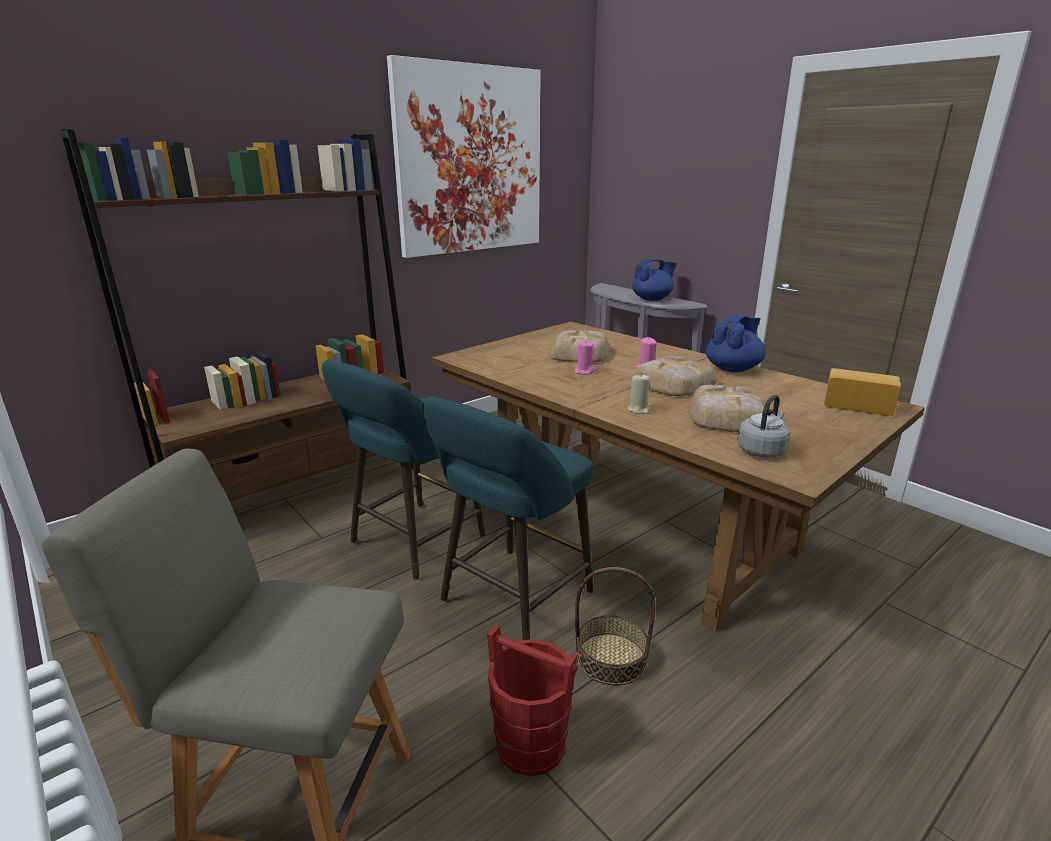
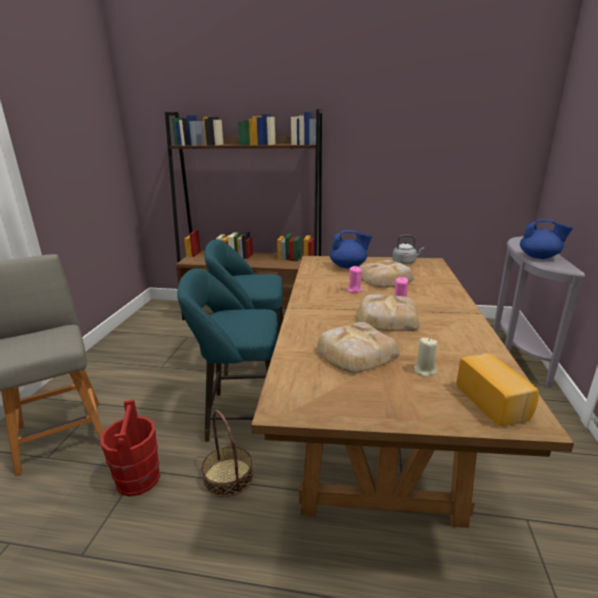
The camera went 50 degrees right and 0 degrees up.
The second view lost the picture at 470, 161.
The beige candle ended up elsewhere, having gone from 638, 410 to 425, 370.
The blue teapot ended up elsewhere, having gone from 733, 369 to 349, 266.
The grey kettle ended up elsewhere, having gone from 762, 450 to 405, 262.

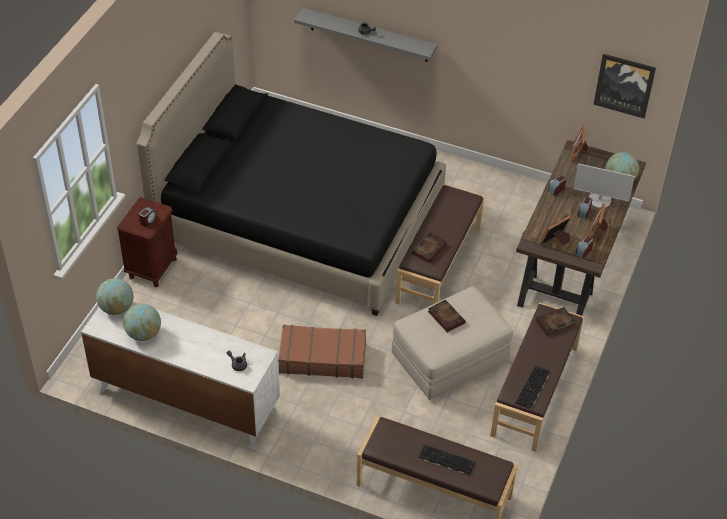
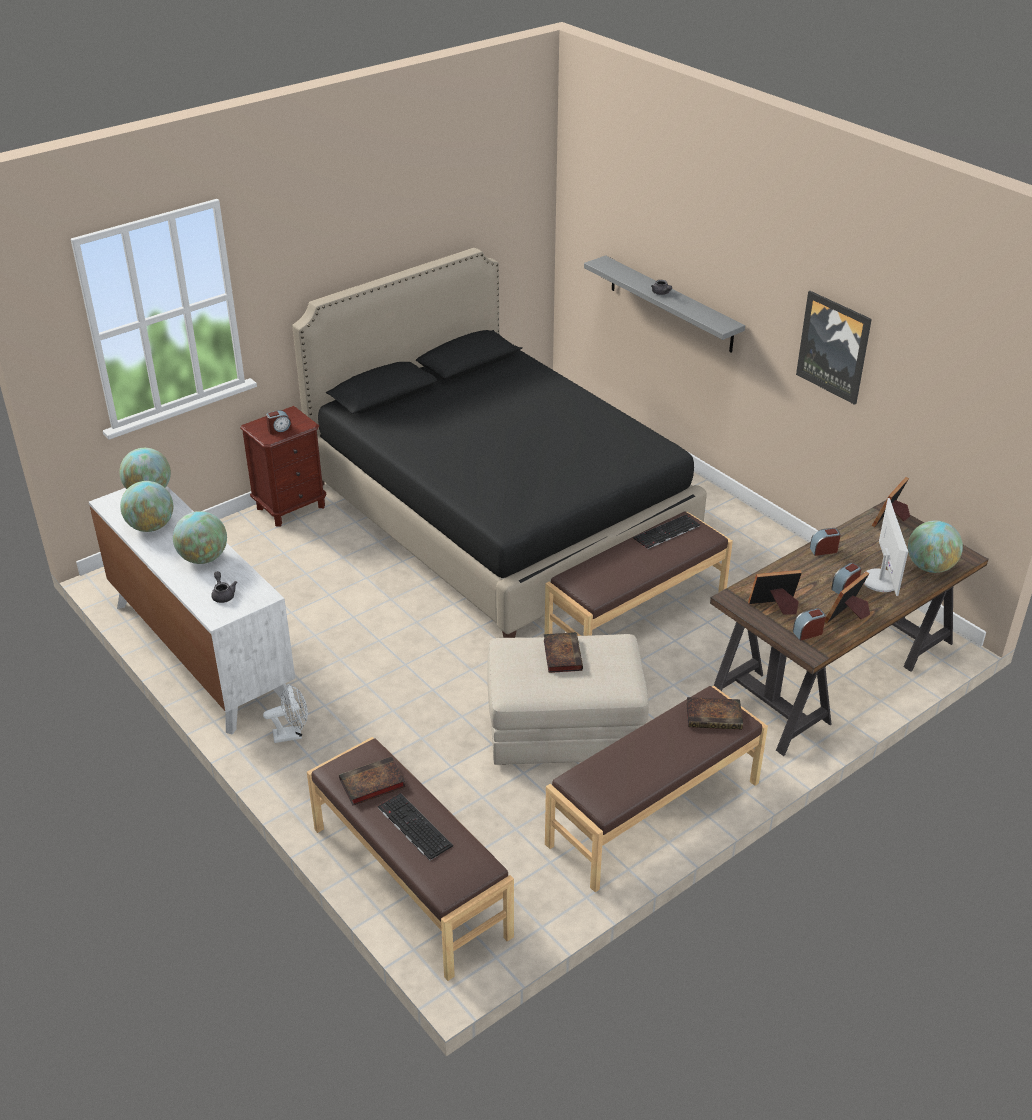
The camera went 30 degrees right and 10 degrees down.
The second view lost the brown suitcase at 322, 357.
The second view gained the globe at 203, 558.
The second view gained the white fan at 292, 734.
The book ended up elsewhere, having gone from 429, 250 to 371, 784.
The keyboard ended up elsewhere, having gone from 533, 388 to 666, 533.
The picture ended up elsewhere, having gone from 624, 85 to 834, 347.
The monitor at 600, 200 ended up facing another way, 135 degrees counterclockwise from before.

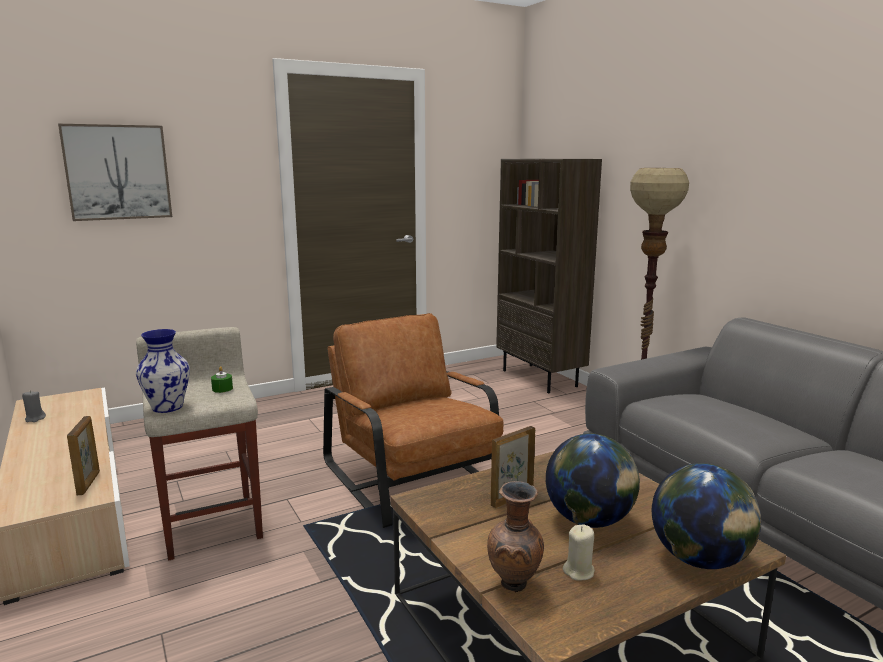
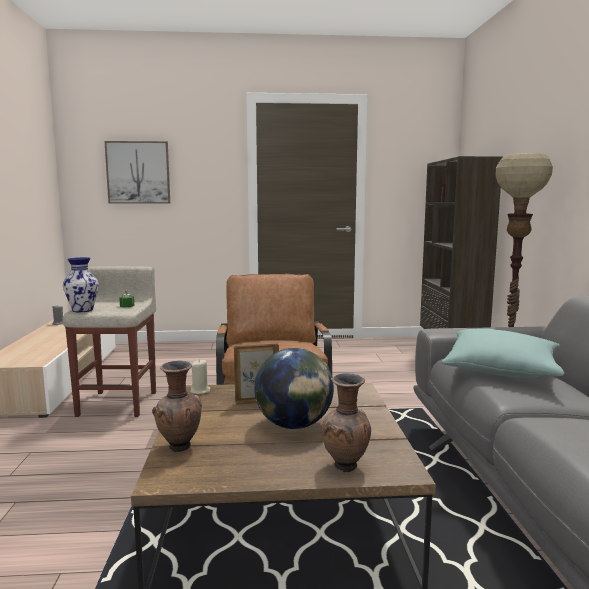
The camera went 25 degrees right and 5 degrees down.
The second view lost the picture frame at 89, 483.
The second view gained the turquoise pillow at 501, 370.
The beige candle ended up elsewhere, having gone from 579, 571 to 200, 391.
Where the globe stood at 699, 560, the brown vase came to stand at 346, 468.

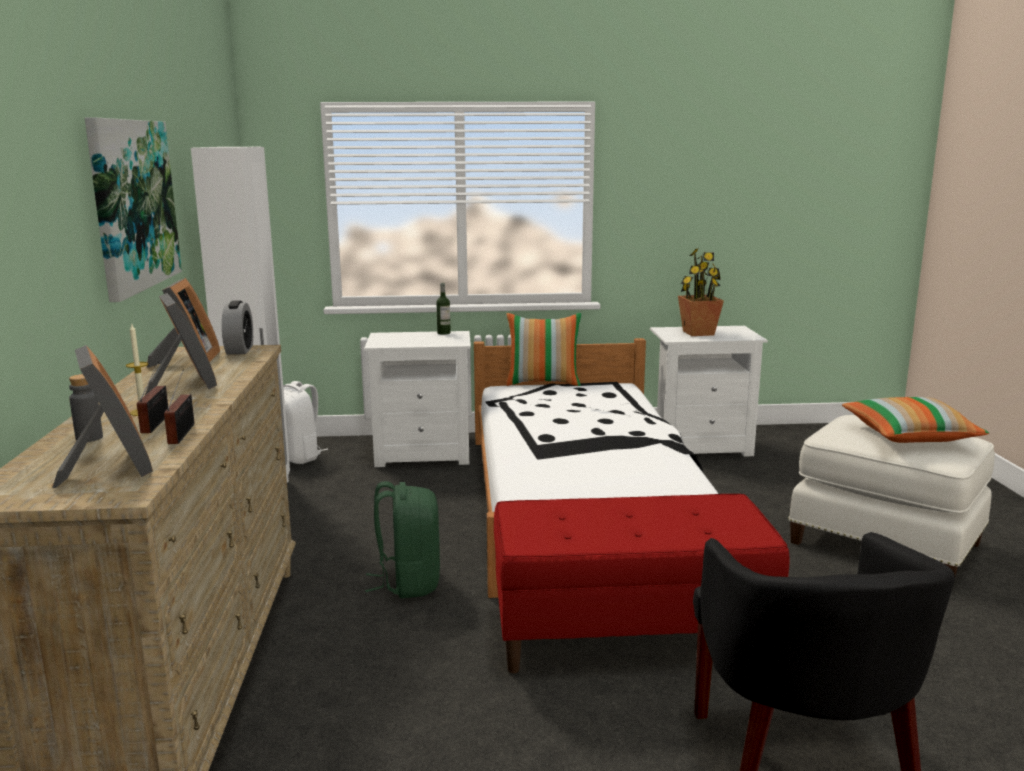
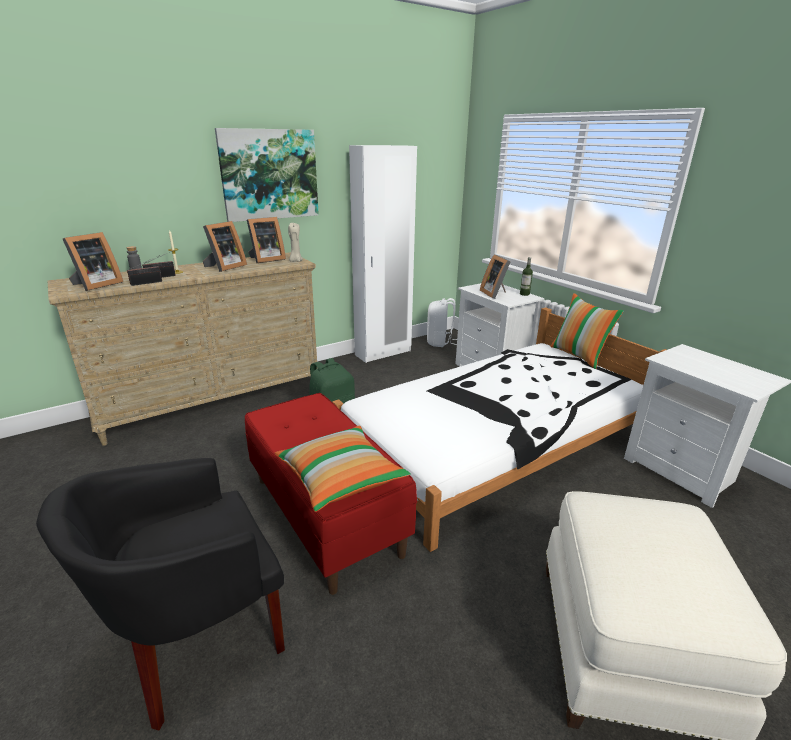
The camera went 60 degrees right and 10 degrees up.
The second view lost the potted plant at 698, 333.
The second view gained the picture frame at 495, 294.
The pillow ended up elsewhere, having gone from 909, 436 to 341, 478.
Where the alarm clock stood at 239, 350, the beige candle came to stand at 295, 261.

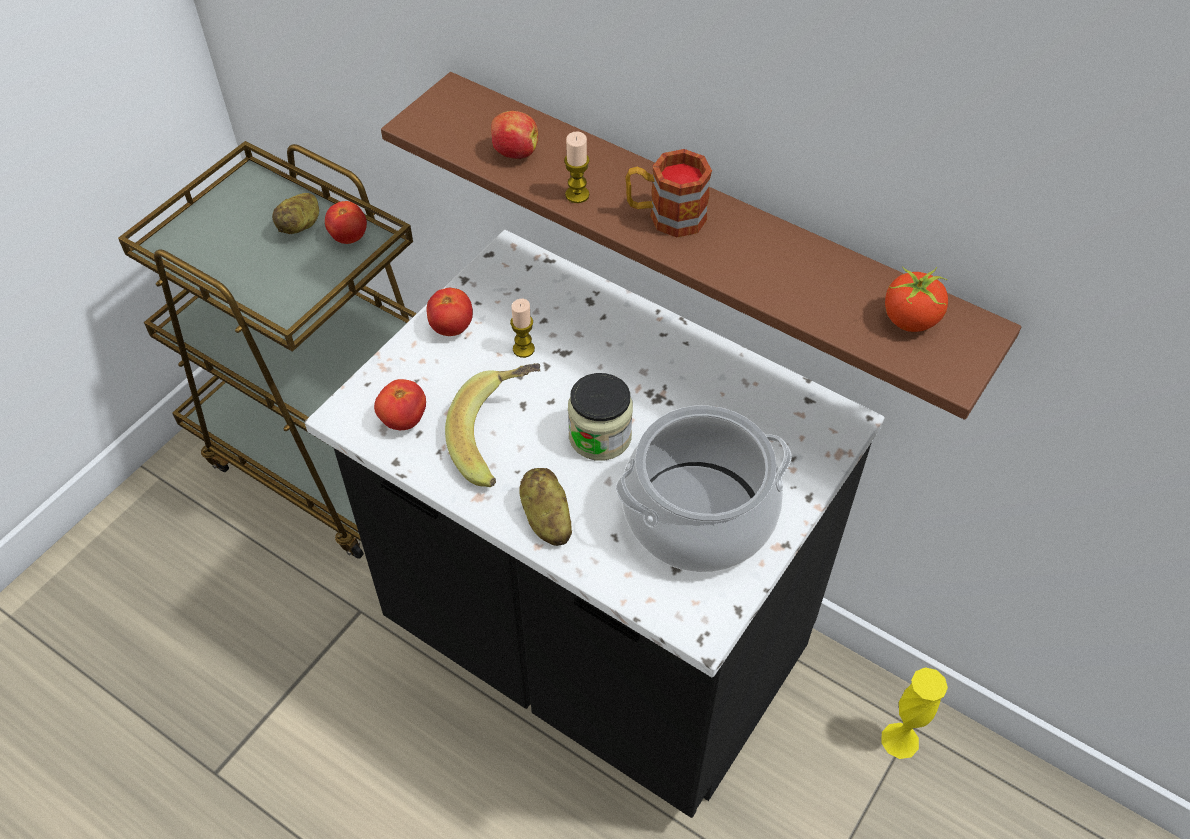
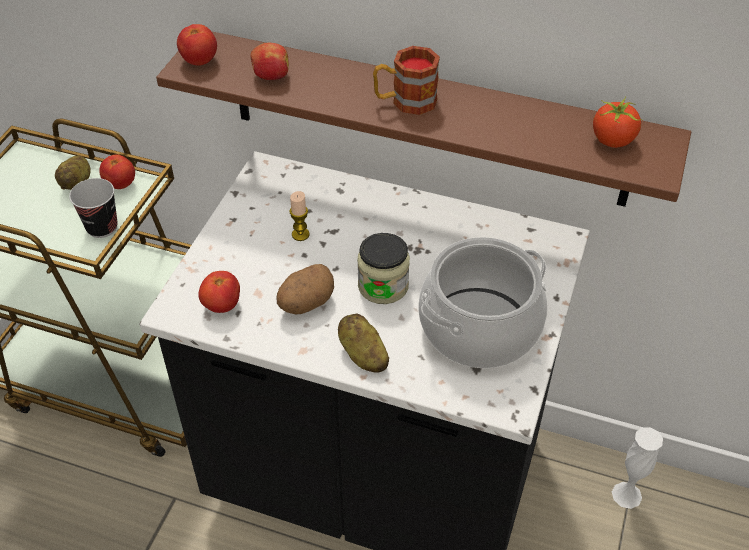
The camera went 15 degrees left and 5 degrees down.
The second view lost the candle at 577, 195.
The second view gained the cup at 102, 227.
The tomato ended up elsewhere, having gone from 451, 327 to 199, 61.
Where the banana stood at 501, 438, the potato came to stand at 305, 303.
What was the yellow vase at 900, 740 turned into the white vase at 626, 495.

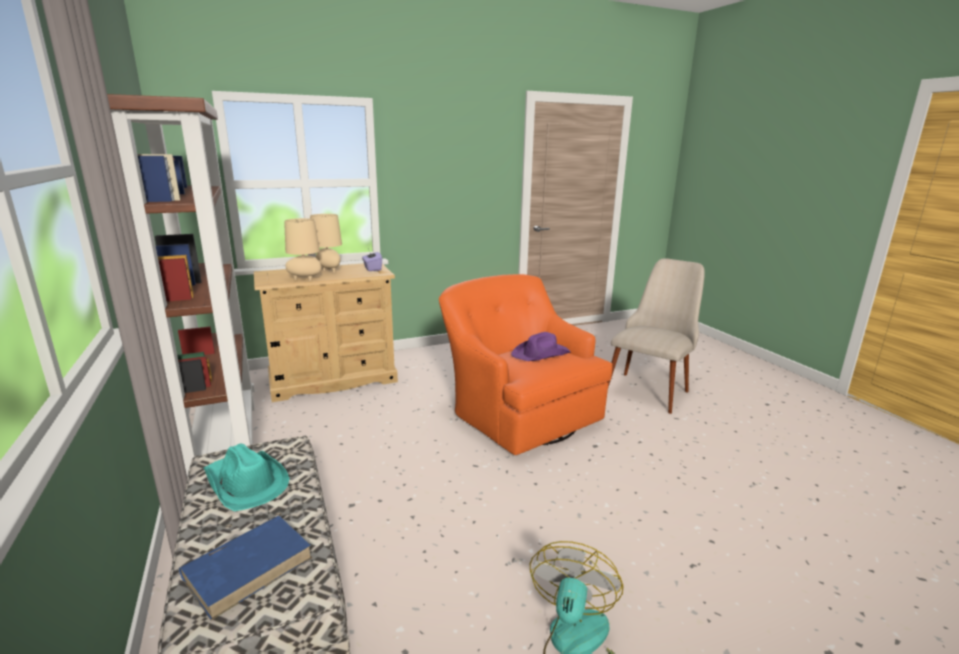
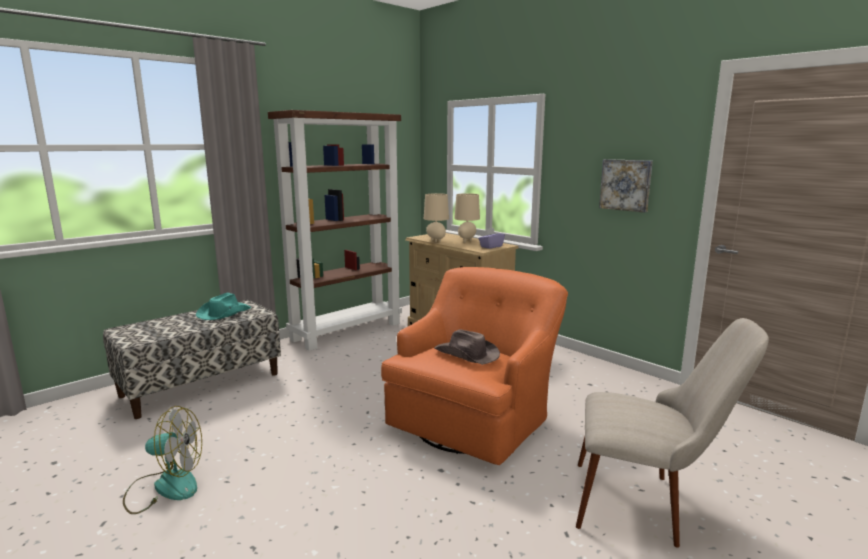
The camera went 70 degrees right and 5 degrees down.
The second view lost the blue book at 249, 566.
The second view gained the picture at 626, 185.
What was the purple hat at 541, 354 turned into the brown hat at 467, 354.

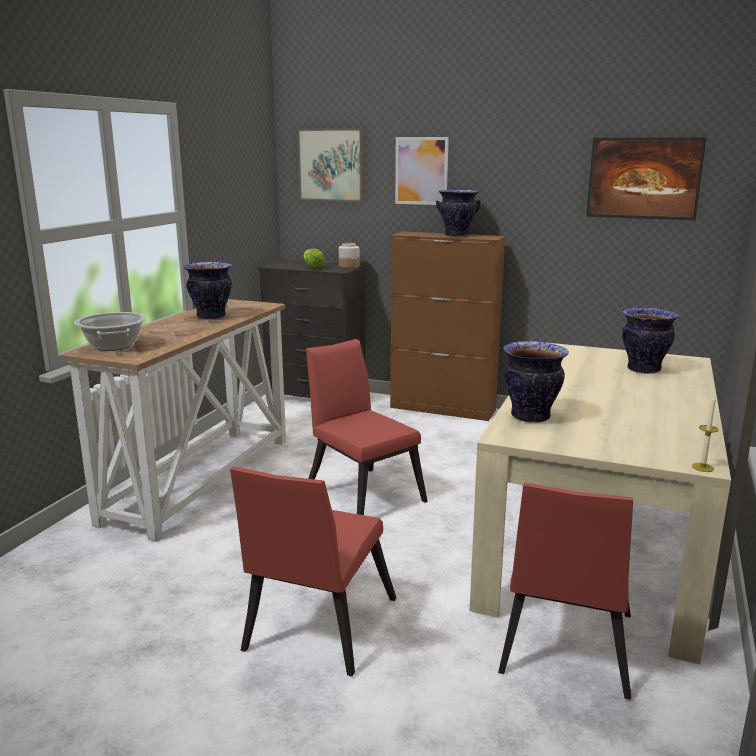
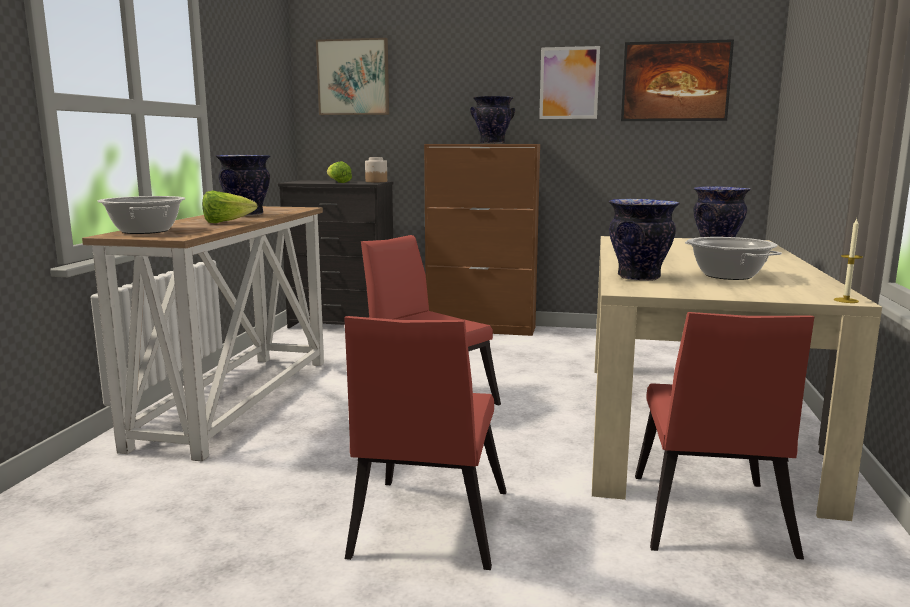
The camera went 10 degrees left and 5 degrees down.
The second view gained the lettuce at 226, 222.
The second view gained the cooking pot at 728, 275.
The picture ended up elsewhere, having gone from 421, 171 to 569, 83.

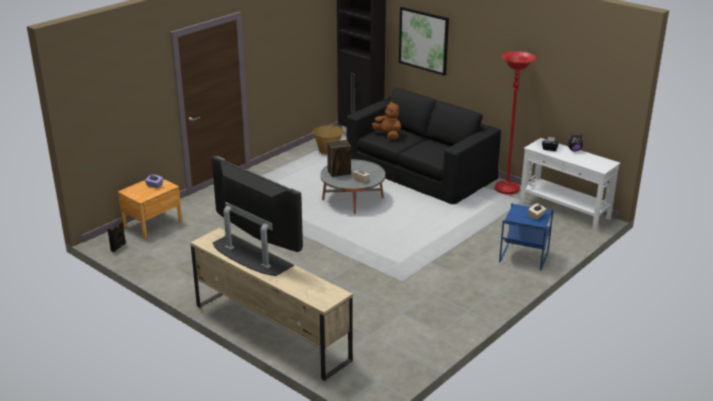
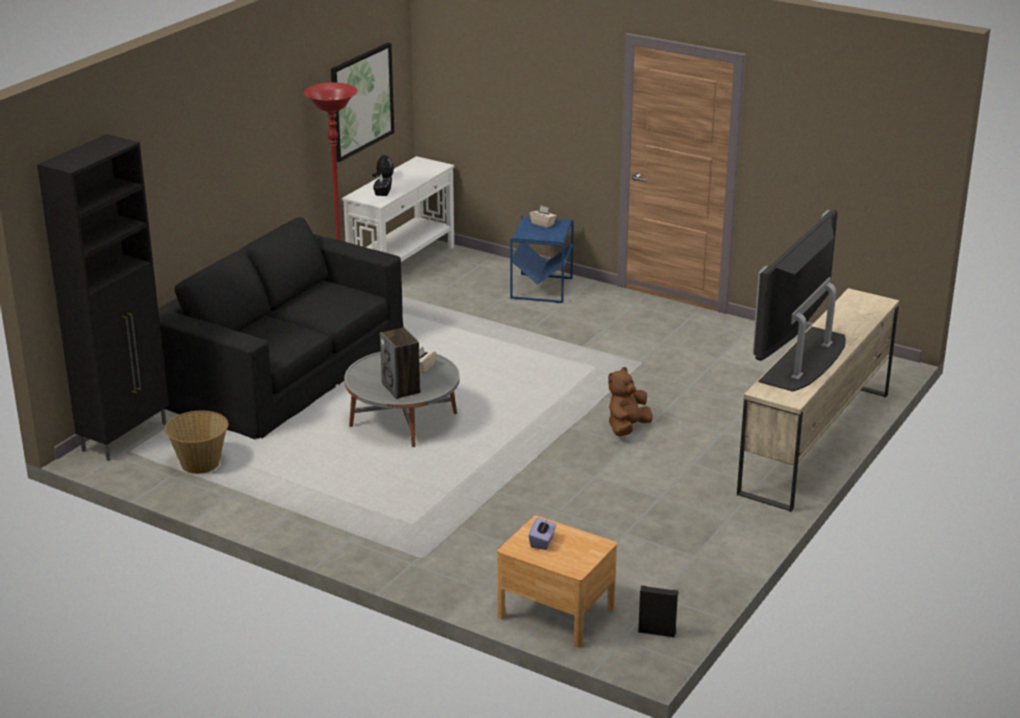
The camera went 100 degrees left and 0 degrees up.
The brown plush toy ended up elsewhere, having gone from 388, 135 to 627, 428.
The picture ended up elsewhere, having gone from 423, 40 to 361, 101.

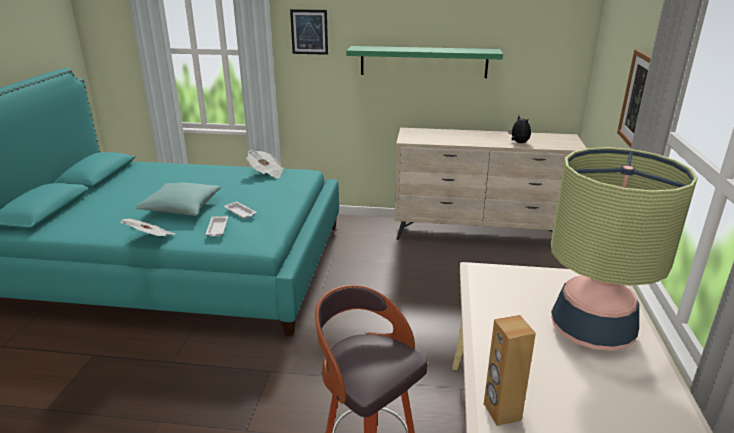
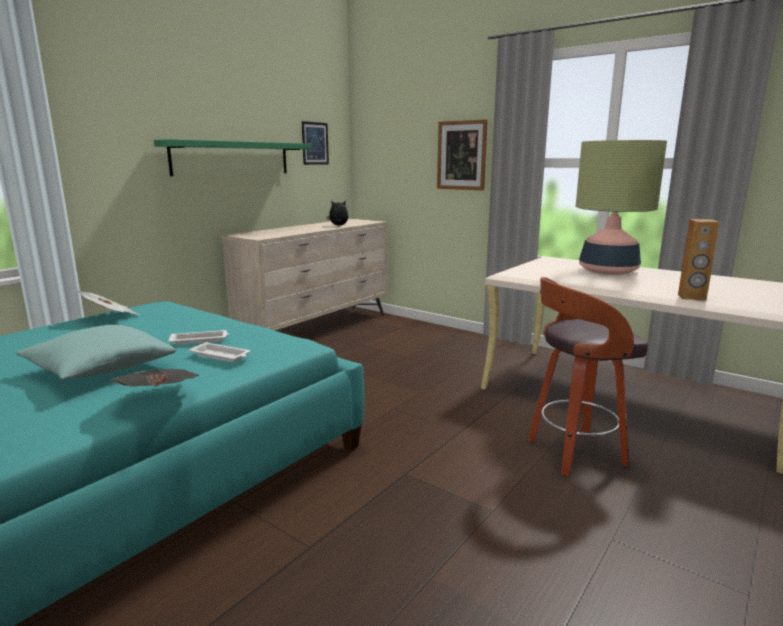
The camera went 60 degrees left and 10 degrees down.
The picture ended up elsewhere, having gone from 309, 32 to 315, 143.

